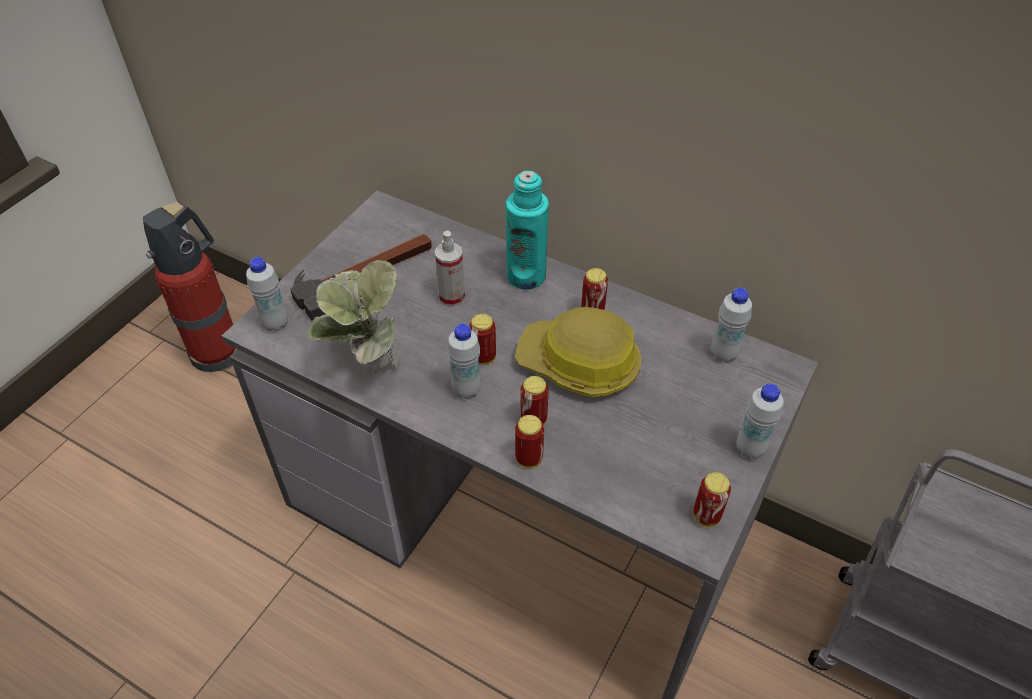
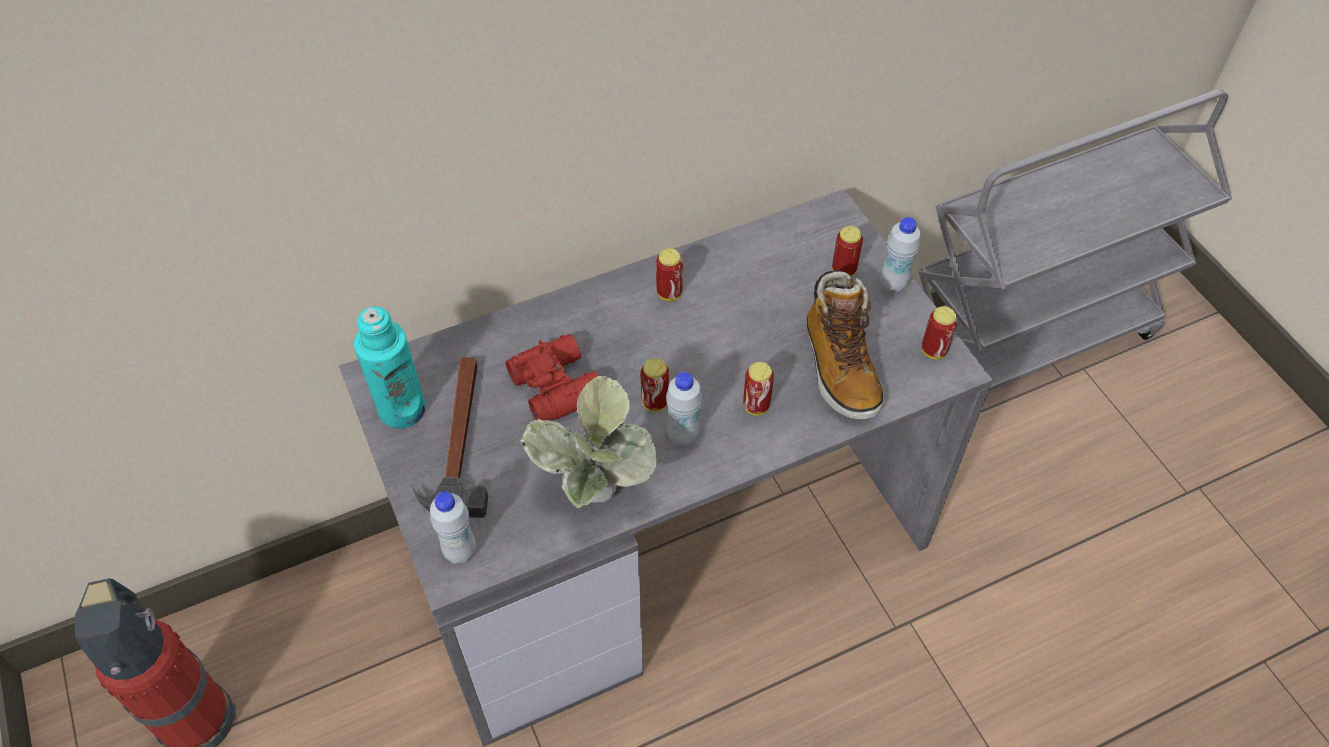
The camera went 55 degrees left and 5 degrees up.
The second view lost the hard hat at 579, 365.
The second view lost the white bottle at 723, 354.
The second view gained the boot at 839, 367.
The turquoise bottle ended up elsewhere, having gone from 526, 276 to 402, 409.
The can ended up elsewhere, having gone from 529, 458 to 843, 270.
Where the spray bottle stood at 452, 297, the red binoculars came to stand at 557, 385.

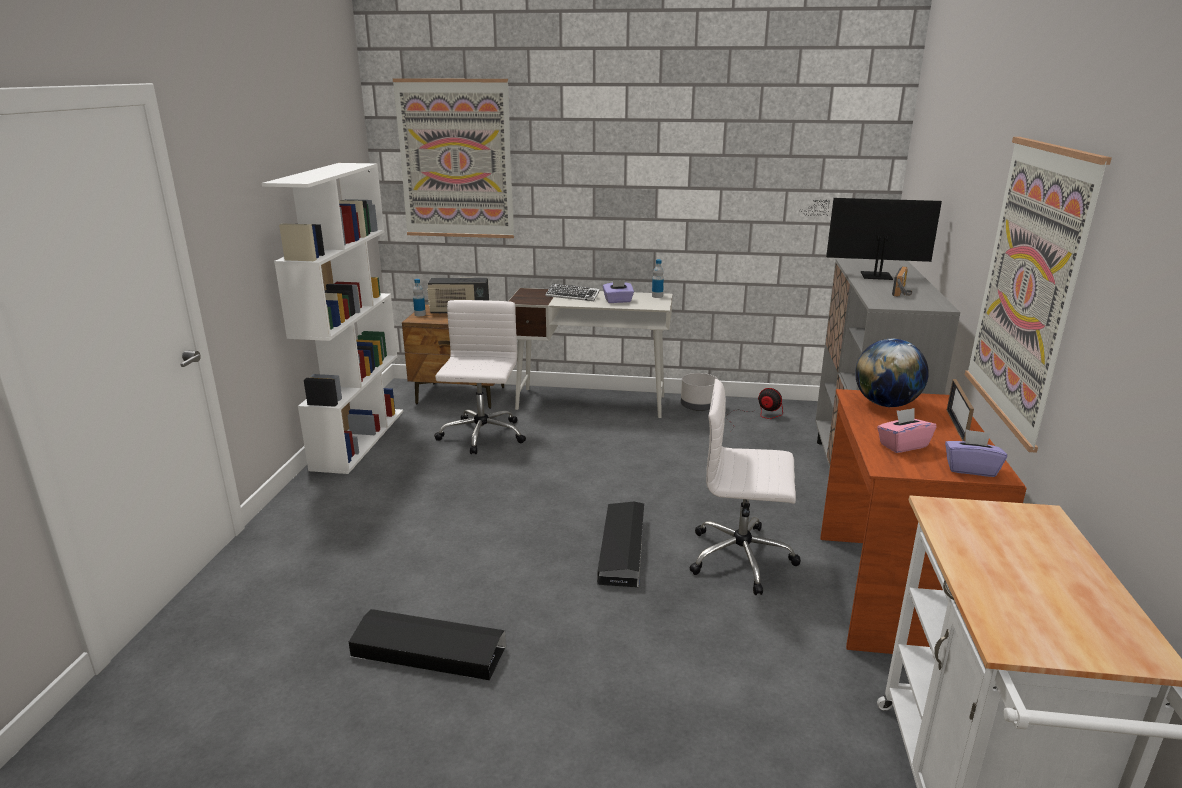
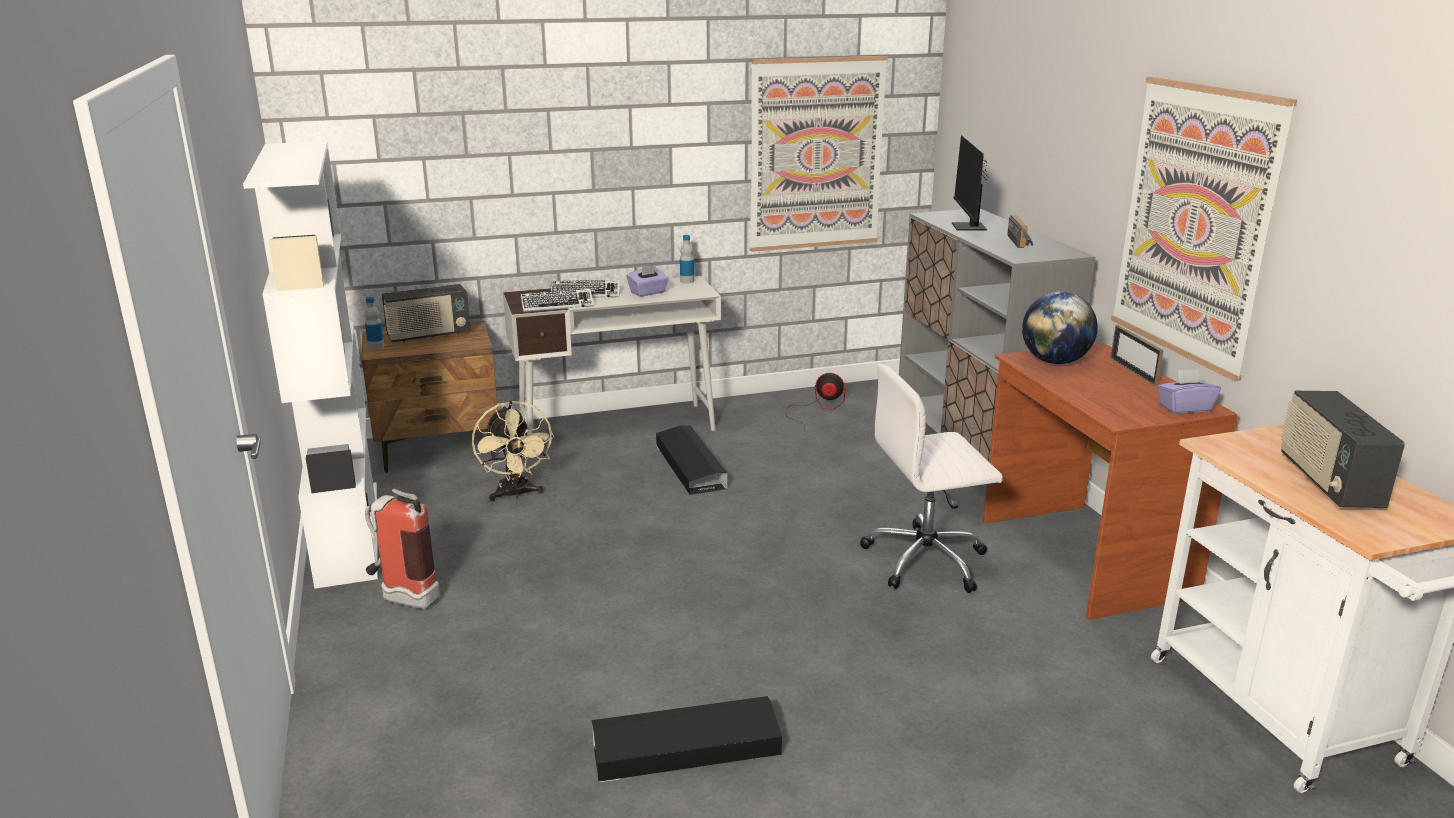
The camera went 25 degrees left and 0 degrees up.
The second view lost the grey planter at 698, 406.
The second view lost the pink tissue box at 902, 445.
The second view gained the fire extinguisher at 402, 598.
The second view gained the keyboard at 557, 305.
The second view gained the radio at 1327, 482.
The picture ended up elsewhere, having gone from 455, 160 to 816, 154.
The black storage box ended up elsewhere, having gone from 622, 549 to 690, 466.
Where the white office chair stood at 481, 436, the beige fan came to stand at 516, 494.
The monitor at 870, 275 ended up facing another way, 75 degrees counterclockwise from before.

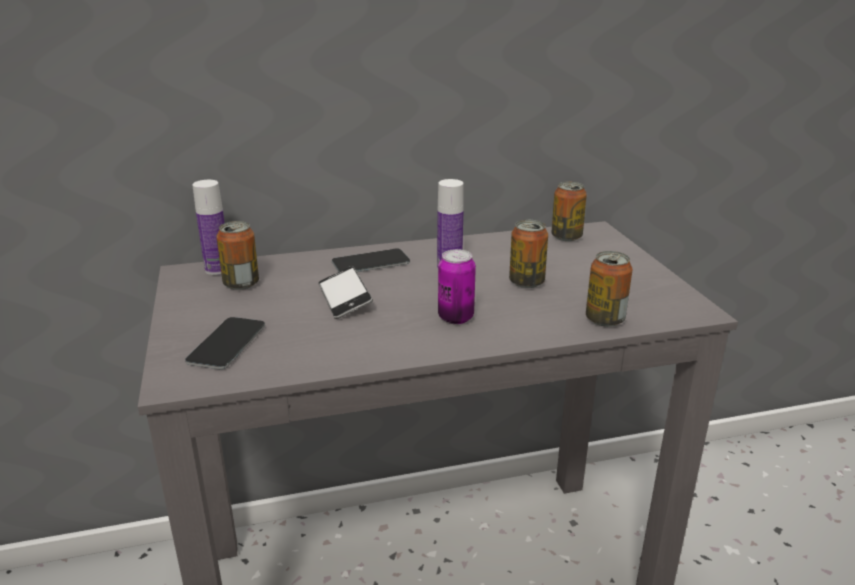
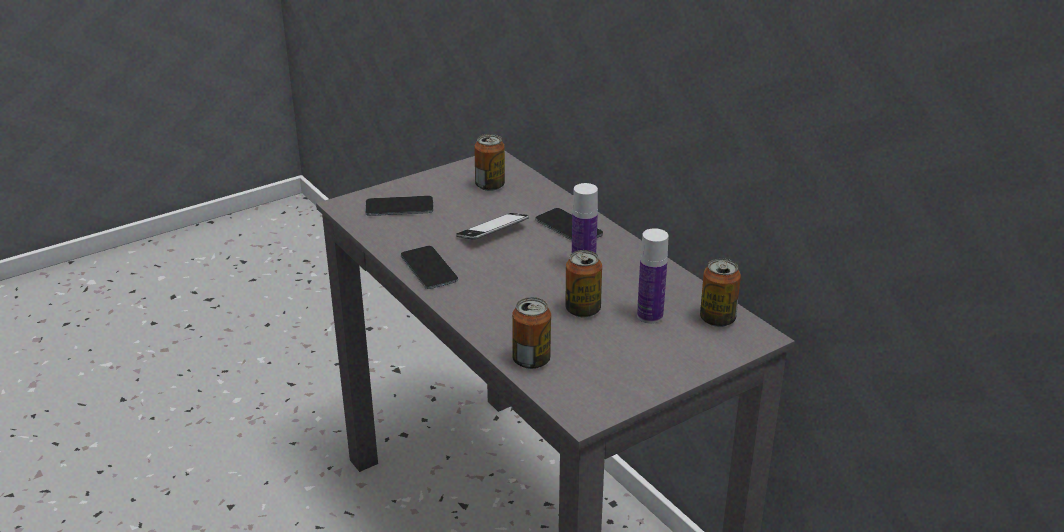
The camera went 70 degrees right and 5 degrees up.
The second view lost the can at 455, 317.
The second view gained the phone at 429, 268.
The bottle ended up elsewhere, having gone from 217, 269 to 650, 316.

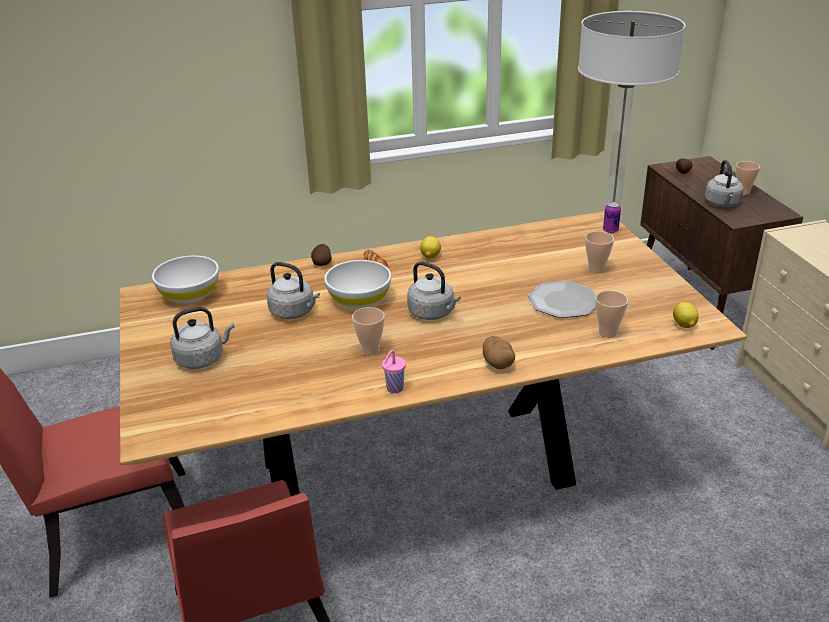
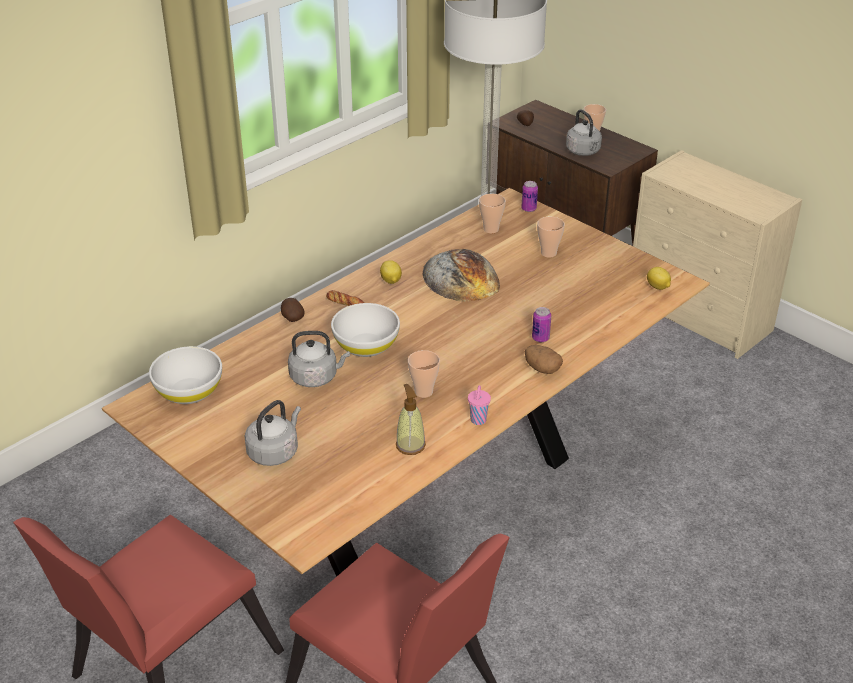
The camera went 30 degrees left and 5 degrees up.
The second view lost the grey kettle at 433, 313.
The second view lost the plate at 563, 301.
The second view gained the soap dispenser at 410, 445.
The second view gained the bread at 461, 277.
The second view gained the can at 540, 338.
The cup ended up elsewhere, having gone from 607, 333 to 491, 229.

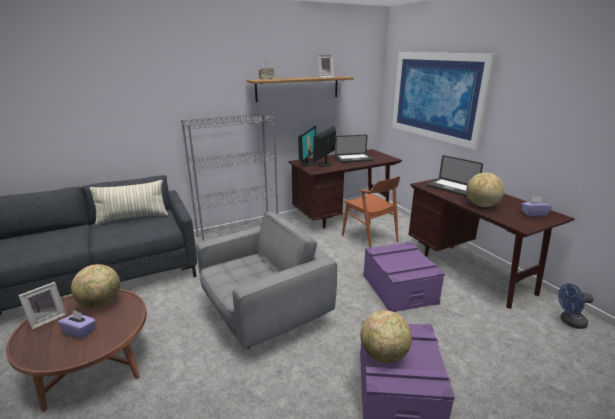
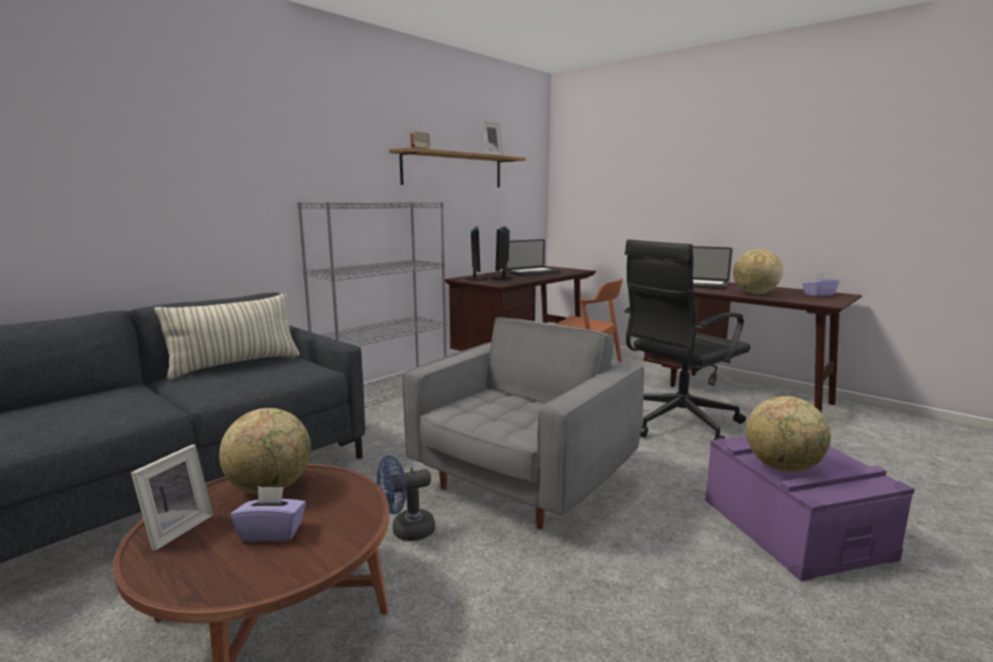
The camera went 20 degrees left and 10 degrees down.
The second view lost the picture at 437, 96.
The blue fan ended up elsewhere, having gone from 569, 322 to 406, 531.
Where the purple storage box stood at 399, 289, the black office chair came to stand at 677, 423.

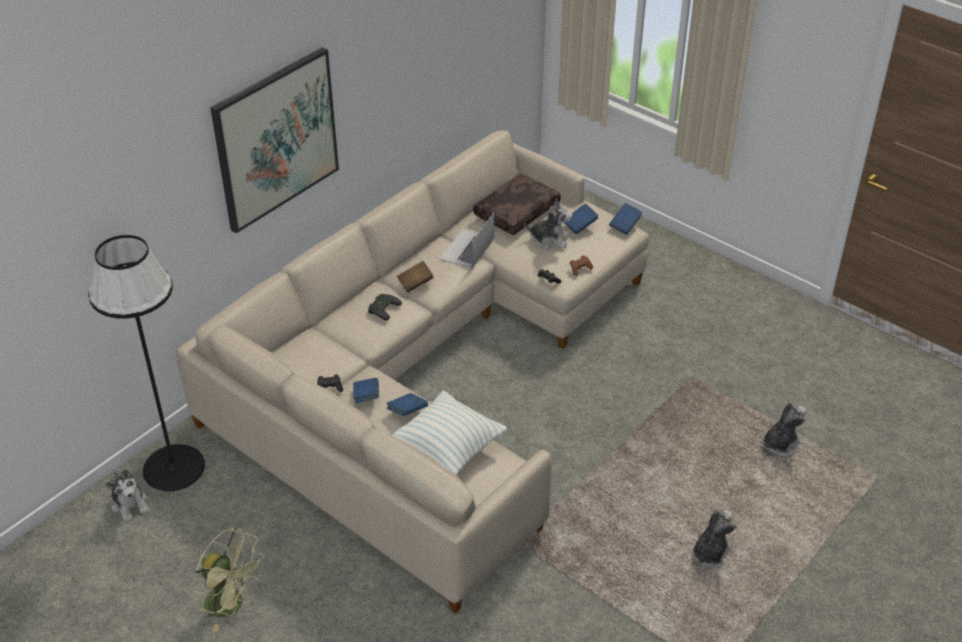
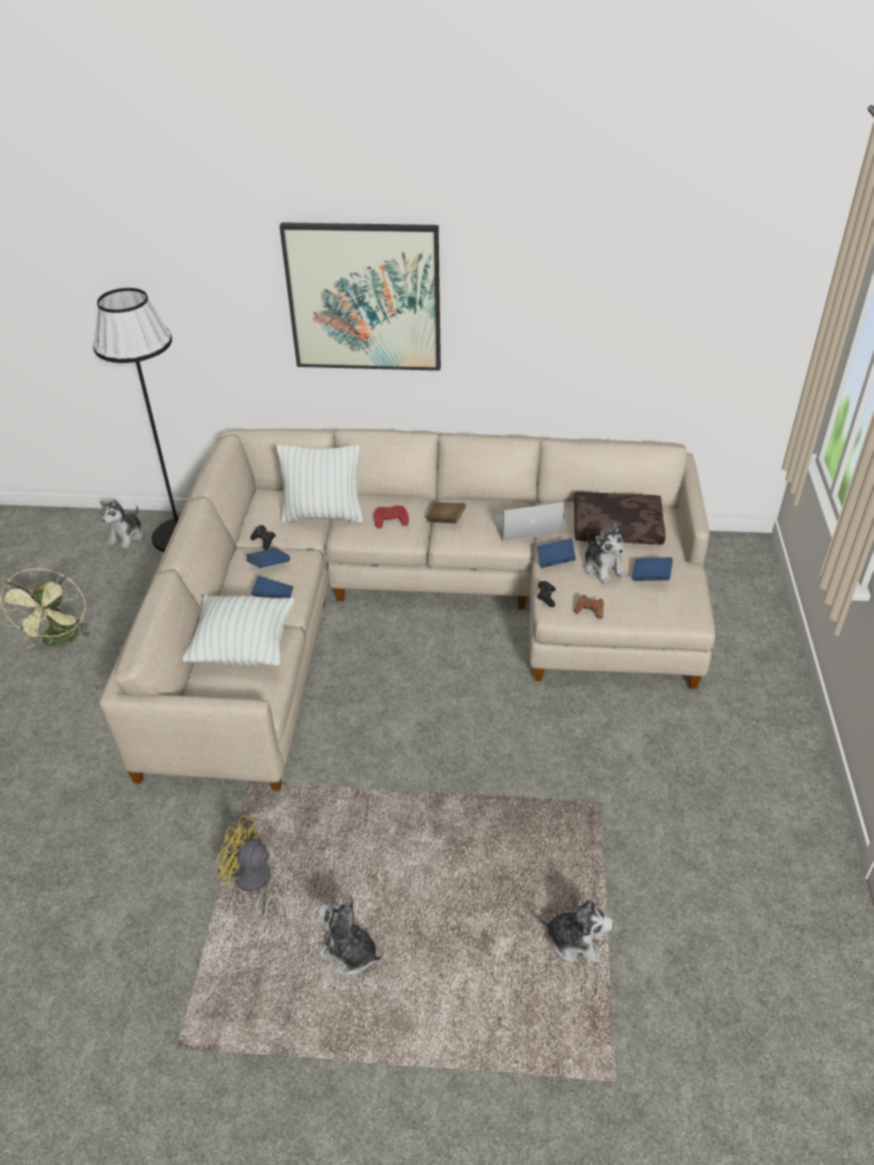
The camera went 55 degrees right and 0 degrees up.
The second view gained the yellow fan at 254, 884.
The second view gained the pillow at 323, 515.
The blue book ended up elsewhere, having gone from 625, 225 to 555, 560.
What was the black game controller at 382, 308 turned into the red game controller at 391, 518.
The plush toy at 710, 553 ended up facing another way, 150 degrees counterclockwise from before.

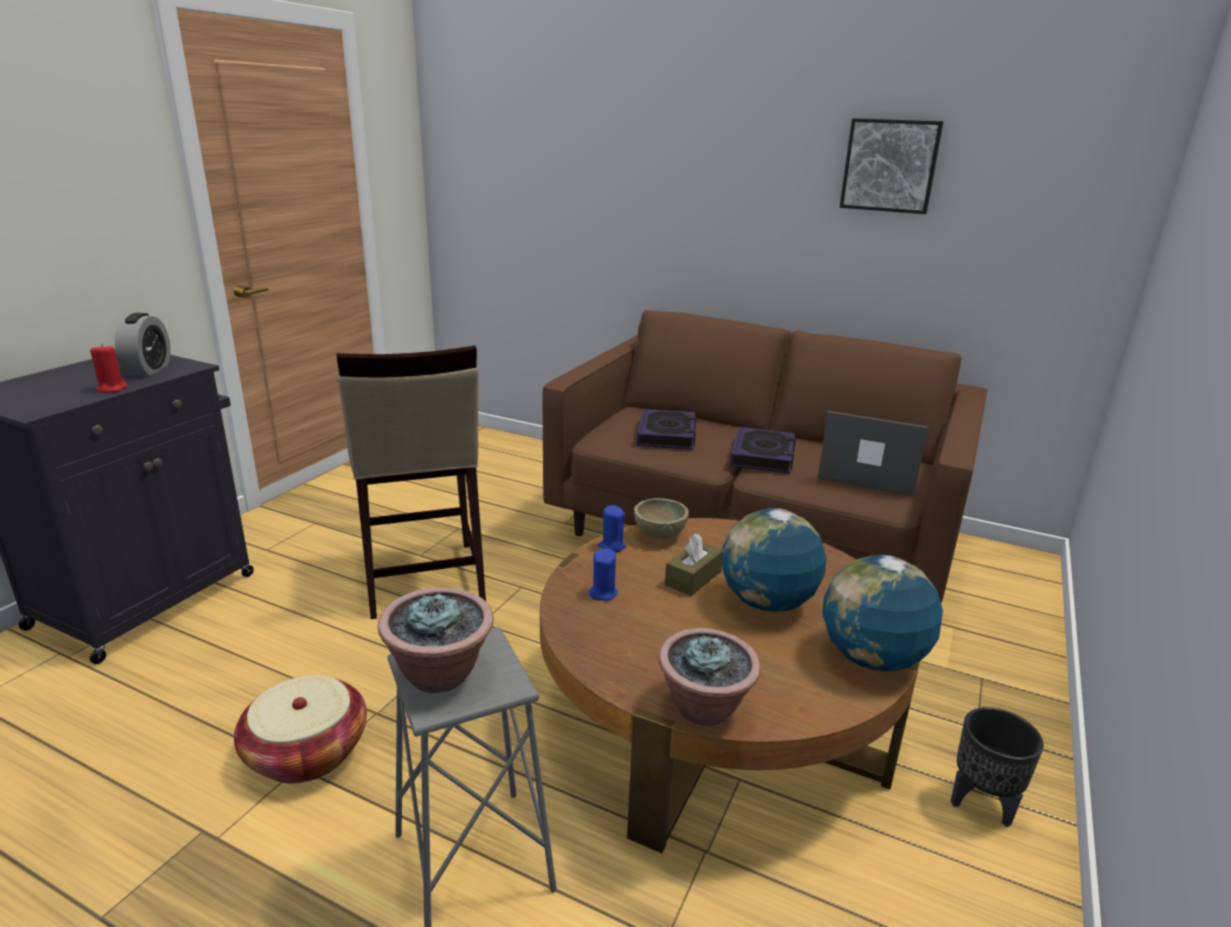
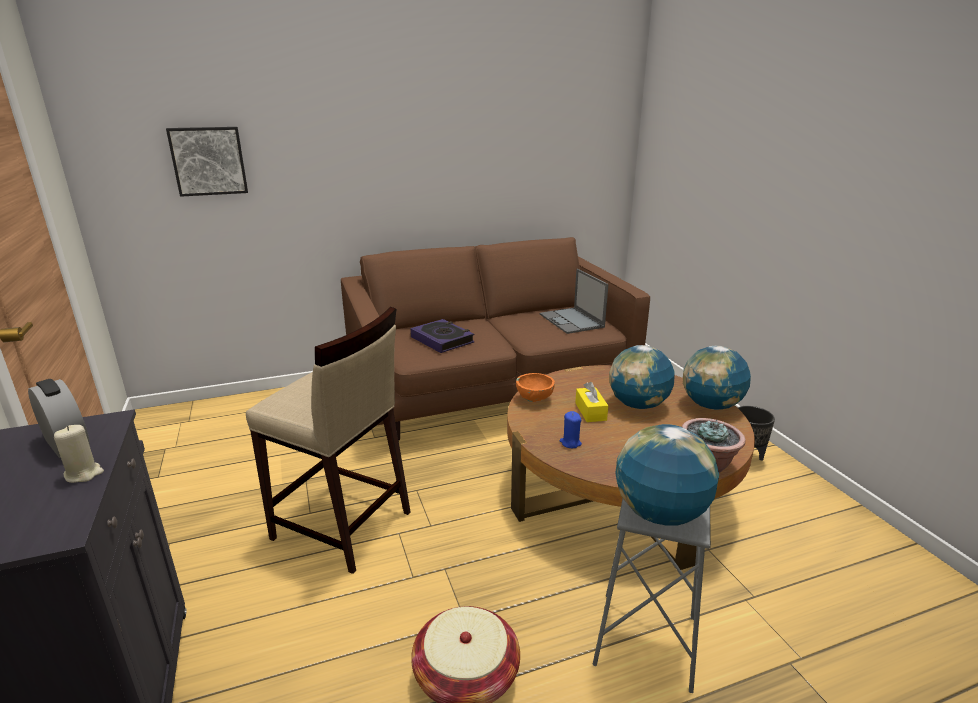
The camera went 45 degrees left and 0 degrees up.
The second view lost the blue candle at 612, 546.
The second view lost the book at 763, 456.
The picture ended up elsewhere, having gone from 890, 165 to 209, 161.
Where the potted plant stood at 440, 673, the globe came to stand at 659, 513.
What was the red candle at 112, 388 turned into the beige candle at 84, 474.
What was the beige bowl at 660, 535 turned into the orange bowl at 535, 399.
What was the brown tissue box at 693, 578 turned into the yellow tissue box at 590, 411.
The laptop at 867, 474 ended up facing another way, 90 degrees counterclockwise from before.

